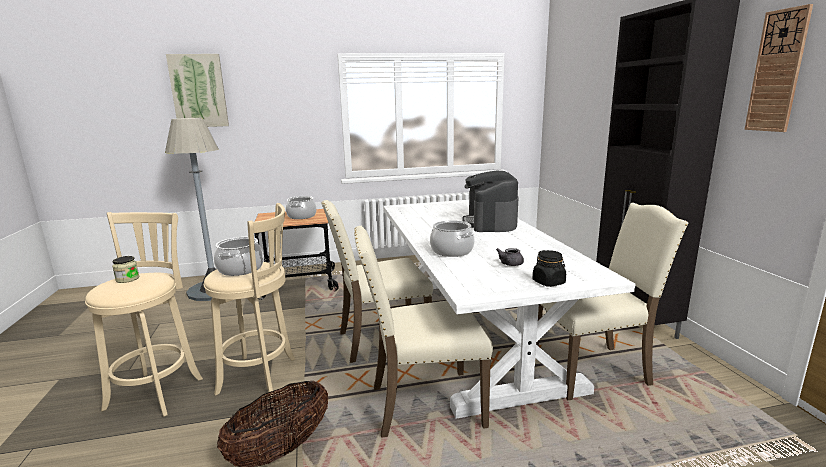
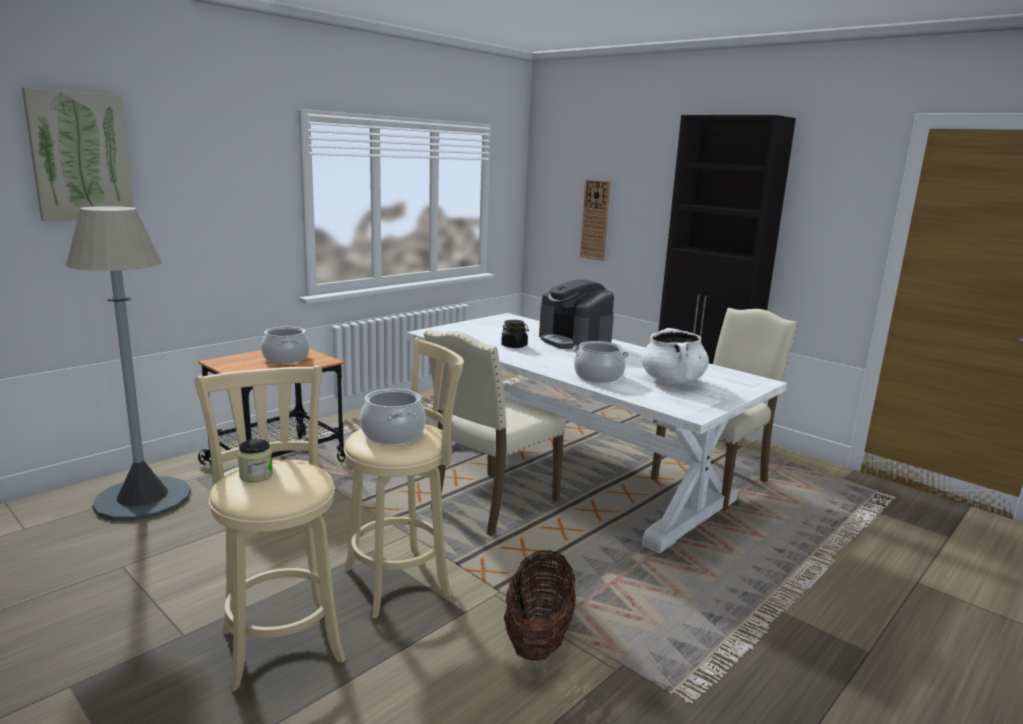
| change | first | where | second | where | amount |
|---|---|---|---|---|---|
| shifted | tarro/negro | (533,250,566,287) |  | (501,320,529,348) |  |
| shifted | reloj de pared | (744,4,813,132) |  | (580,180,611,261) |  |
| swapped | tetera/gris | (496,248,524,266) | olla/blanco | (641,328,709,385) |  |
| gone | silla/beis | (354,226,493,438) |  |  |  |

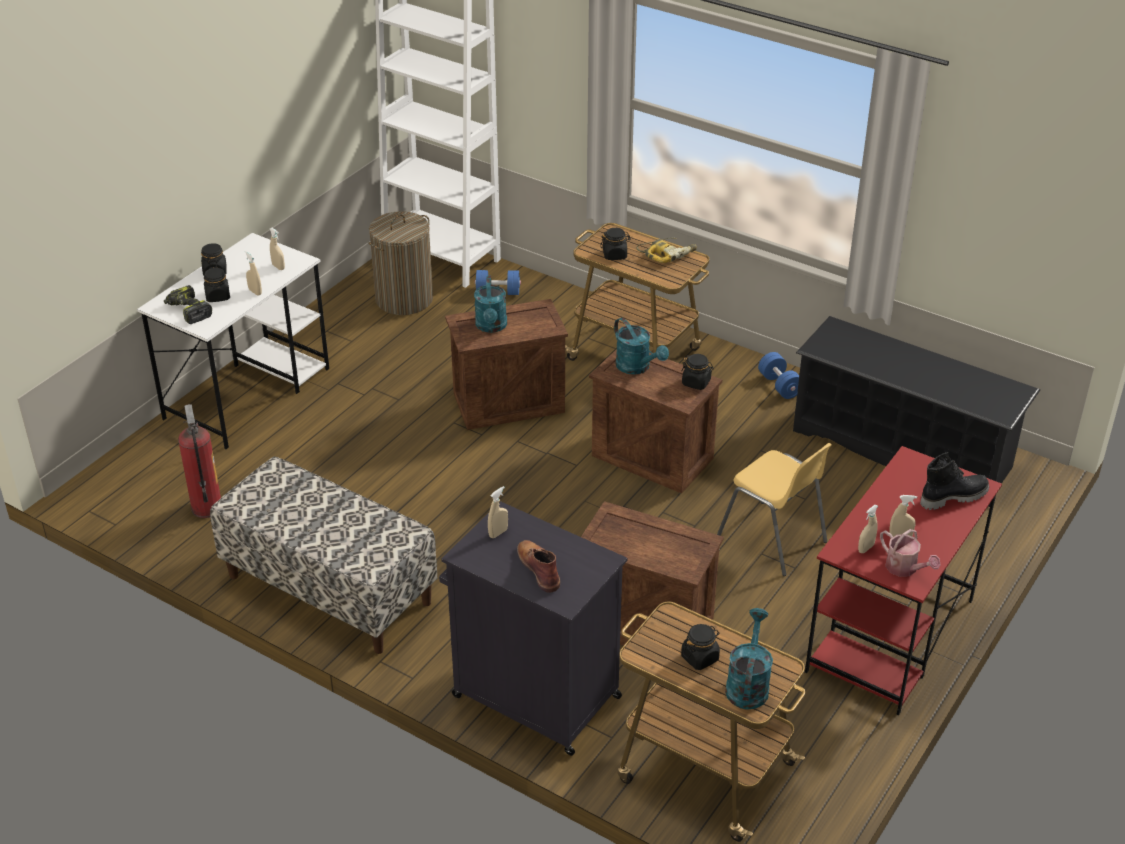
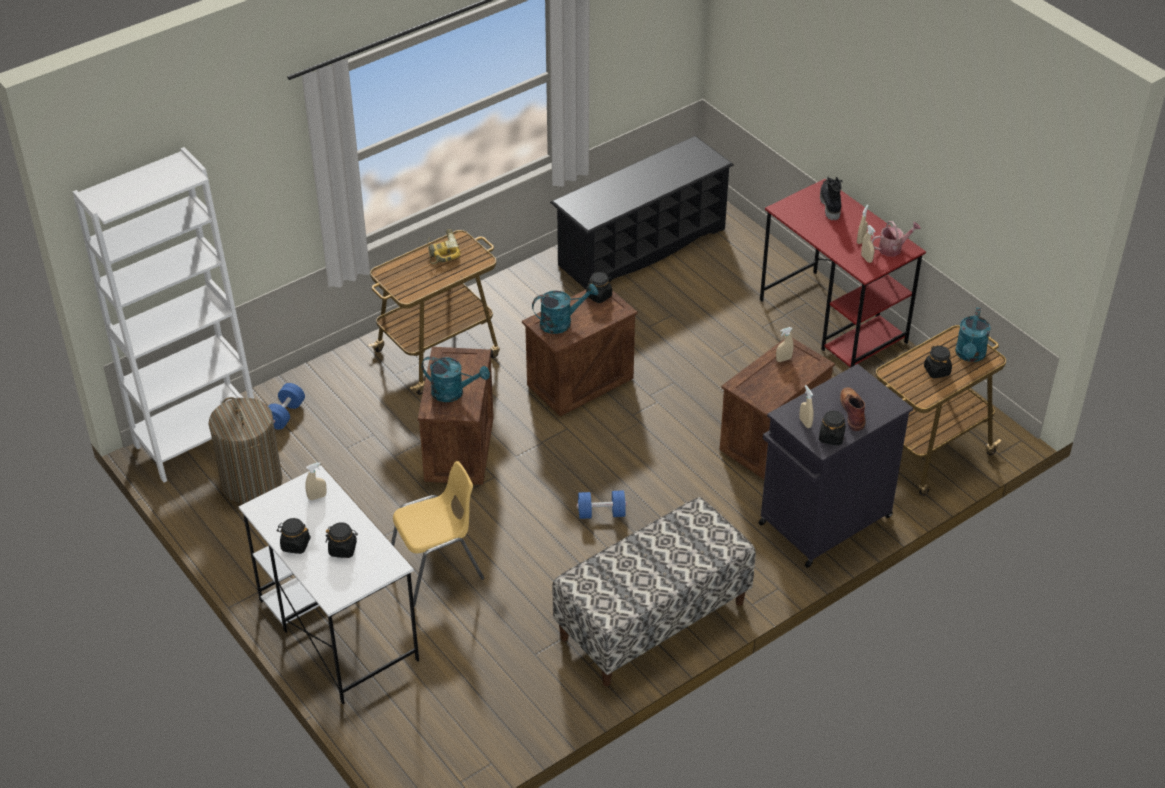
| change | first | where | second | where | amount |
|---|---|---|---|---|---|
| shifted | silla/amarillo | (717,443,832,576) |  | (391,461,484,607) |  |
| shifted | mancuerna/azul | (758,352,799,399) |  | (577,490,627,519) |  |
| shifted | pulverizador/beis | (245,251,262,296) |  | (776,327,794,362) |  |
| shifted | tarro/negro | (600,228,631,260) |  | (819,410,846,445) |  |
| rotated | bota/marrón | (517,540,560,593) |  | (840,387,865,431) | 90 degrees clockwise |
| rotated | regadera/turquesa | (725,608,773,710) |  | (955,307,991,362) | 105 degrees counterclockwise |
| gone | taladro | (164,285,212,324) |  |  |  |
| gone | extintor | (178,404,221,518) |  |  |  |

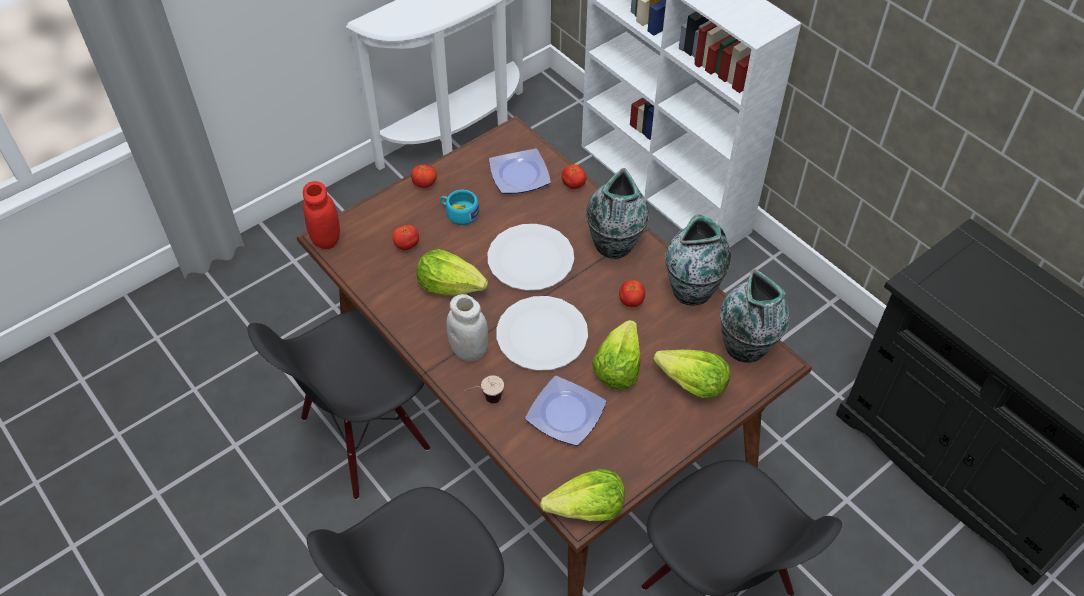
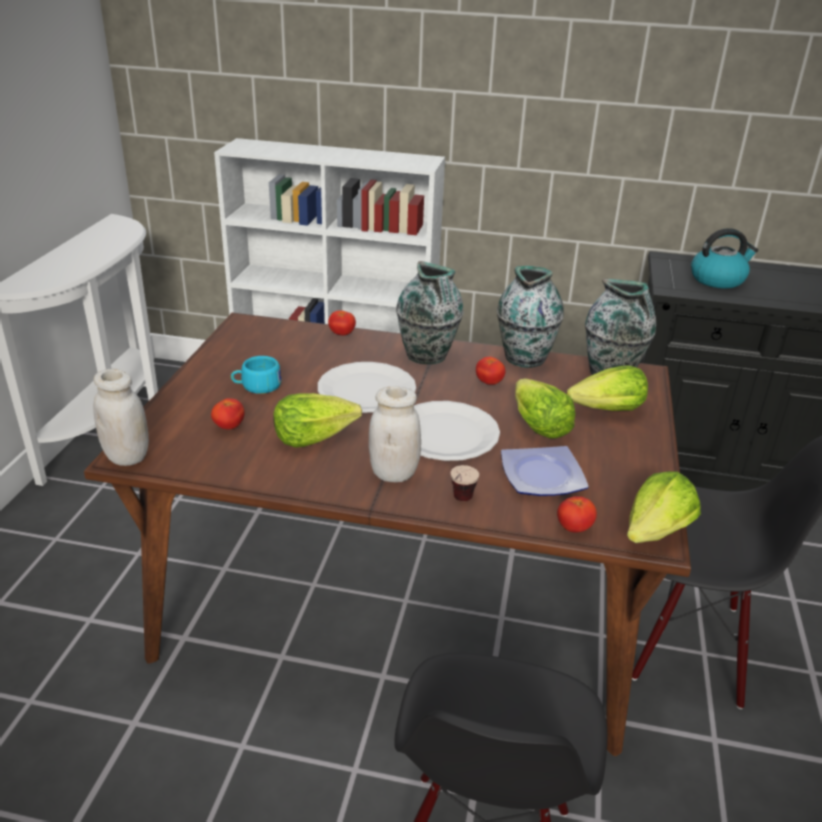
| change | first | where | second | where | amount |
|---|---|---|---|---|---|
| repainted | tarro/rojo | (303,181,340,249) | tarro/blanco | (93,368,149,466) |  |
| shifted | tomate | (411,164,437,188) |  | (557,496,597,533) |  |
| new |  |  | hervidor | (691,228,758,289) |  |
| gone | silla/negro | (247,309,430,500) |  |  |  |
| gone | plato | (489,149,551,194) |  |  |  |

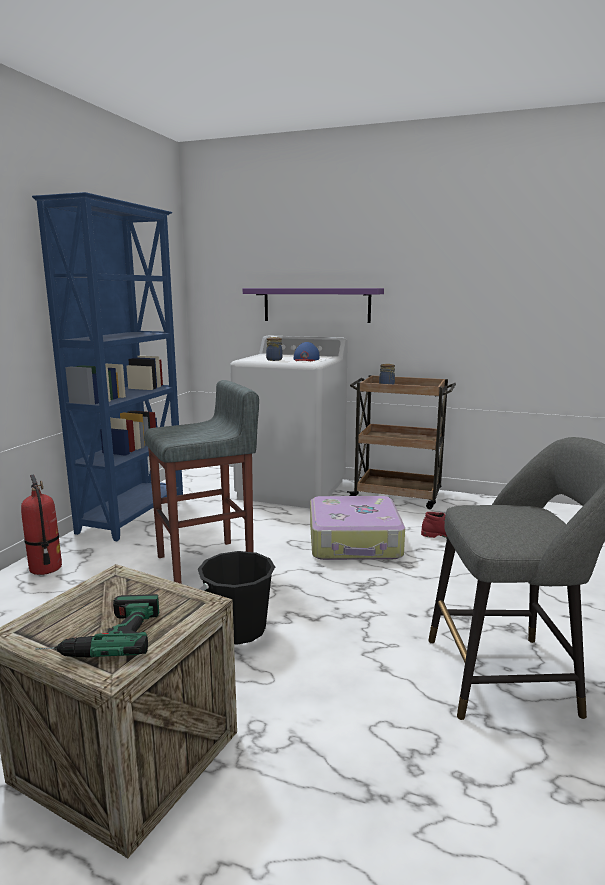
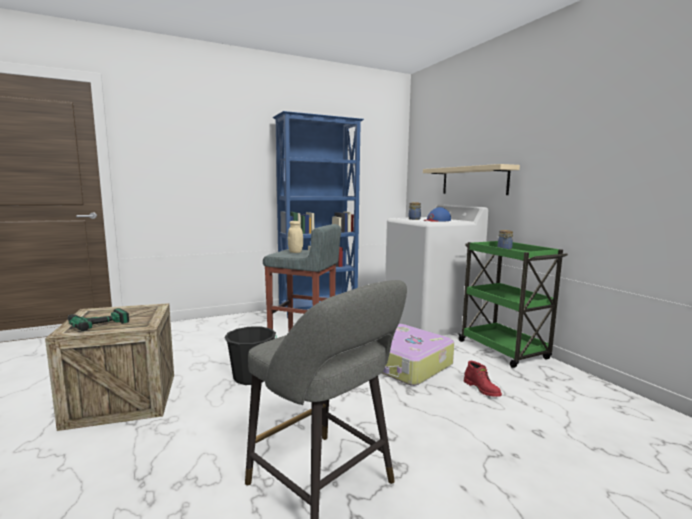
| change | first | where | second | where | amount |
|---|---|---|---|---|---|
| new |  |  | tarro/beis | (288,221,303,253) |  |
| repainted | estante/morado | (243,288,384,323) | estante/beis | (423,164,520,195) |  |
| repainted | carrito/marrón | (347,375,456,509) | carrito/verde | (458,241,568,368) |  |
| gone | extintor | (21,475,62,575) |  |  |  |

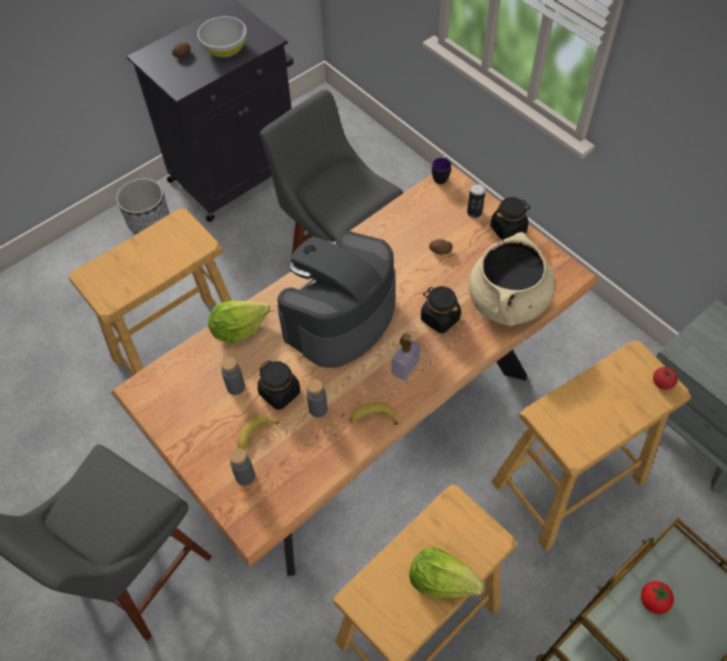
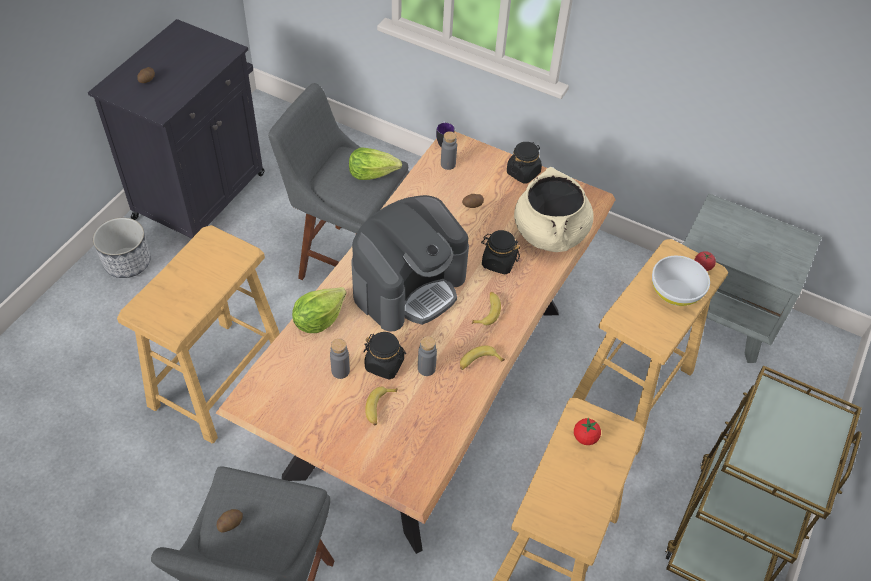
| change | first | where | second | where | amount |
|---|---|---|---|---|---|
| new |  |  | patata | (217,509,243,533) |  |
| shifted | lechuga | (409,547,484,598) |  | (349,147,402,180) |  |
| rotated | cafetera | (277,231,395,368) |  | (351,195,469,332) | 150 degrees counterclockwise |
| shifted | botella/gris | (230,448,255,486) |  | (441,131,457,170) |  |
| swapped | dispensador de jabón | (391,333,420,381) | plátano | (472,292,501,325) |  |
| shifted | tomate | (641,581,674,614) |  | (574,418,601,445) |  |
| shifted | cuenco/blanco | (197,16,247,57) |  | (652,256,710,306) |  |
| gone | lata | (467,183,485,218) |  |  |  |

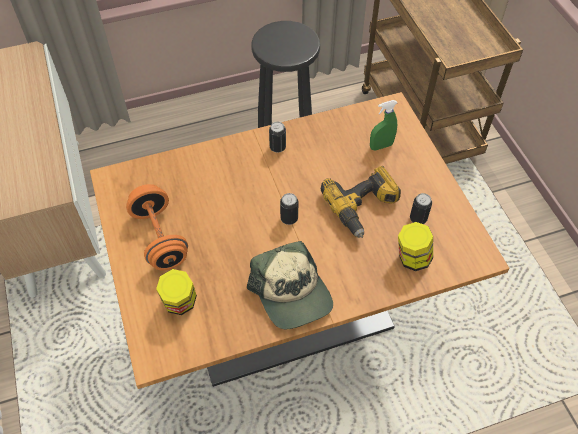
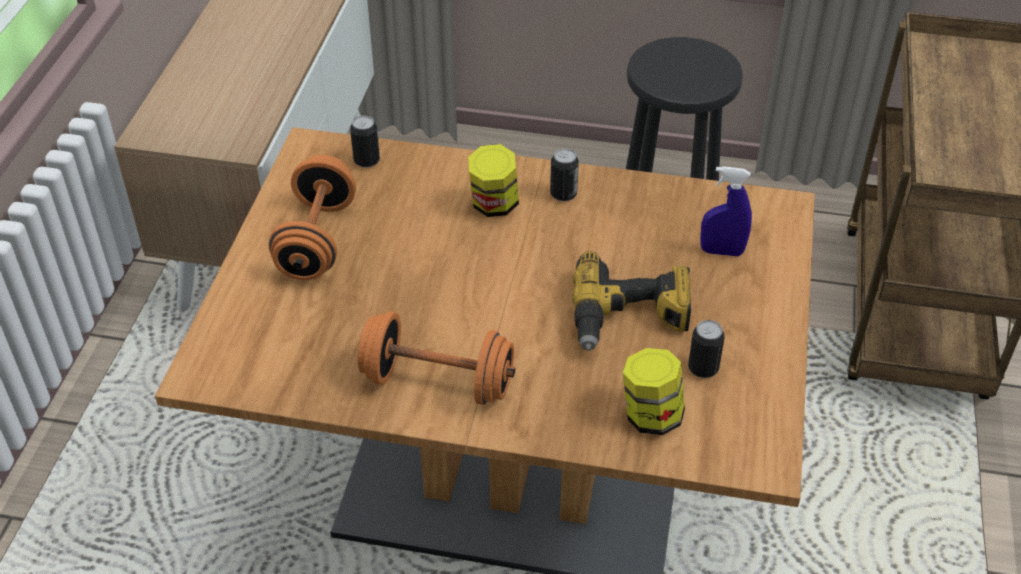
| change | first | where | second | where | amount |
|---|---|---|---|---|---|
| shifted | lata | (280,193,298,225) |  | (350,116,380,168) |  |
| swapped | gorra | (247,241,333,329) | mancuerna/naranja | (357,311,515,405) |  |
| shifted | tarro | (156,269,197,315) |  | (468,144,519,217) |  |
| repainted | pulverizador/verde | (370,100,397,151) | pulverizador/azul | (700,166,752,256) |  |

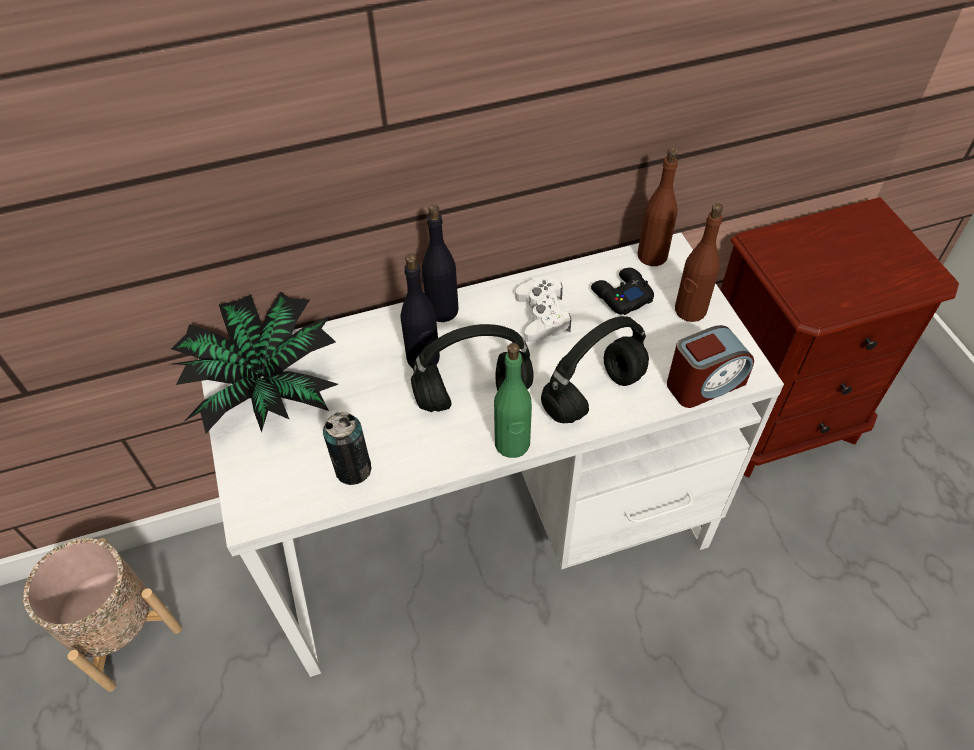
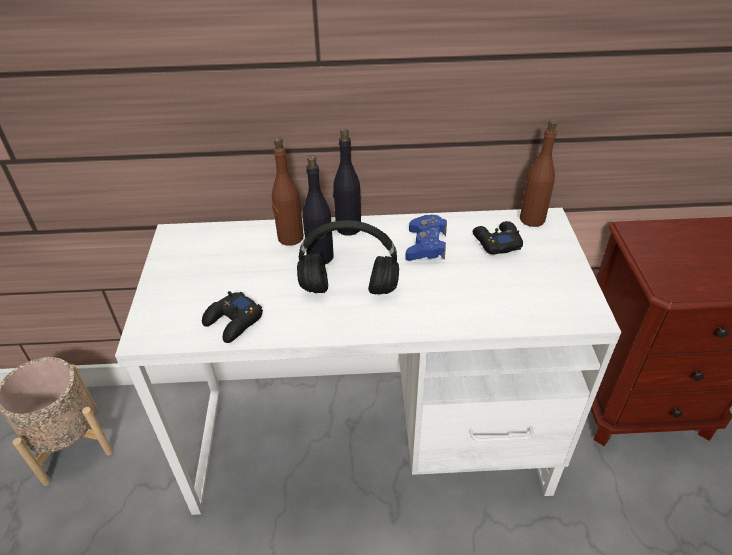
| change | first | where | second | where | amount |
|---|---|---|---|---|---|
| swapped | lata | (323,412,371,485) | mando de consola/negro | (202,291,263,343) |  |
| shifted | botella/marrón | (675,203,723,322) |  | (272,137,304,246) |  |
| repainted | mando de consola/blanco | (515,277,571,342) | mando de consola/azul | (405,215,447,260) |  |
| gone | planta en maceta | (171,292,338,433) |  |  |  |
| gone | botella/verde | (494,343,532,458) |  |  |  |
| gone | auriculares/negro | (541,316,649,423) |  |  |  |
| gone | despertador | (667,325,754,408) |  |  |  |

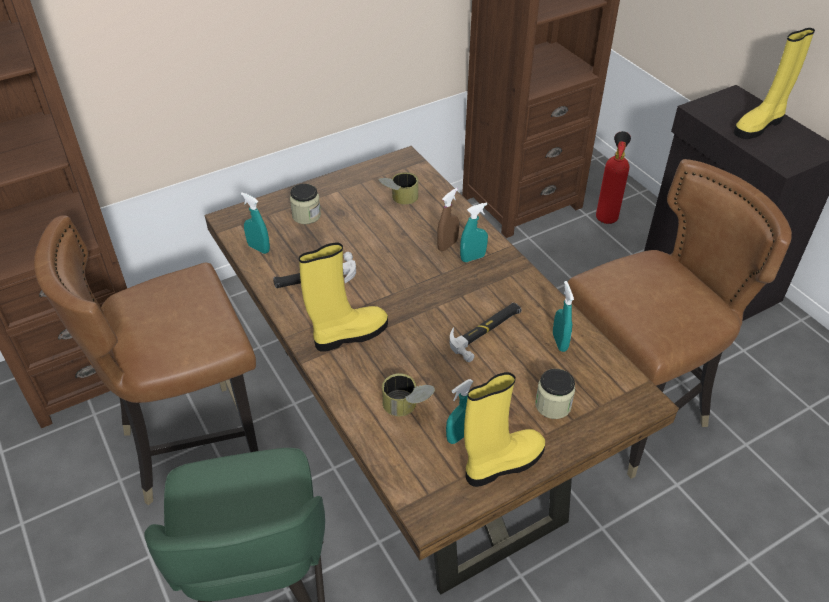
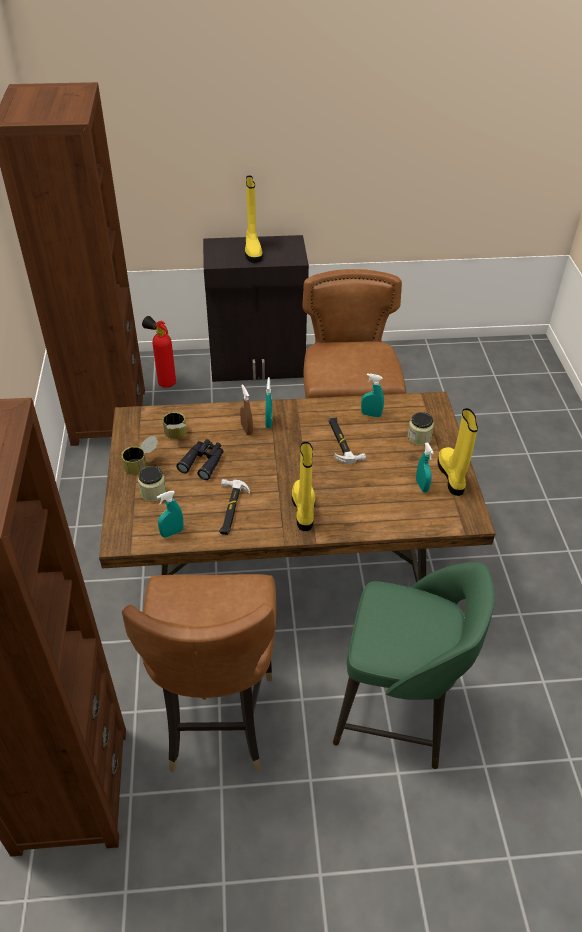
| change | first | where | second | where | amount |
|---|---|---|---|---|---|
| shifted | lata | (382,373,435,416) |  | (121,436,158,475) |  |
| new |  |  | prismáticos/negro | (176,439,224,480) |  |

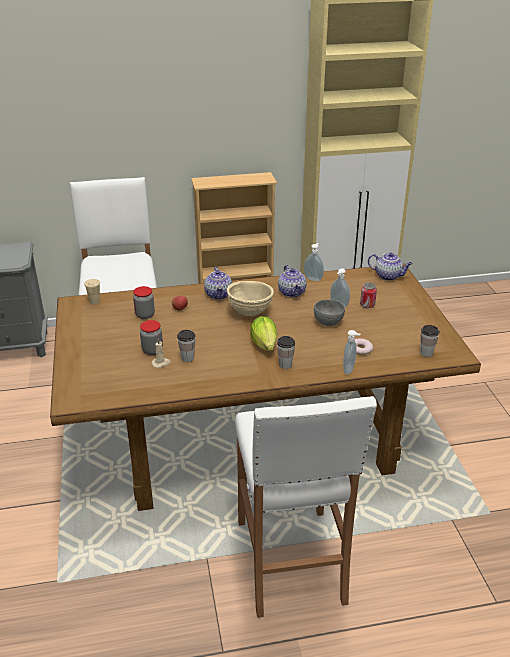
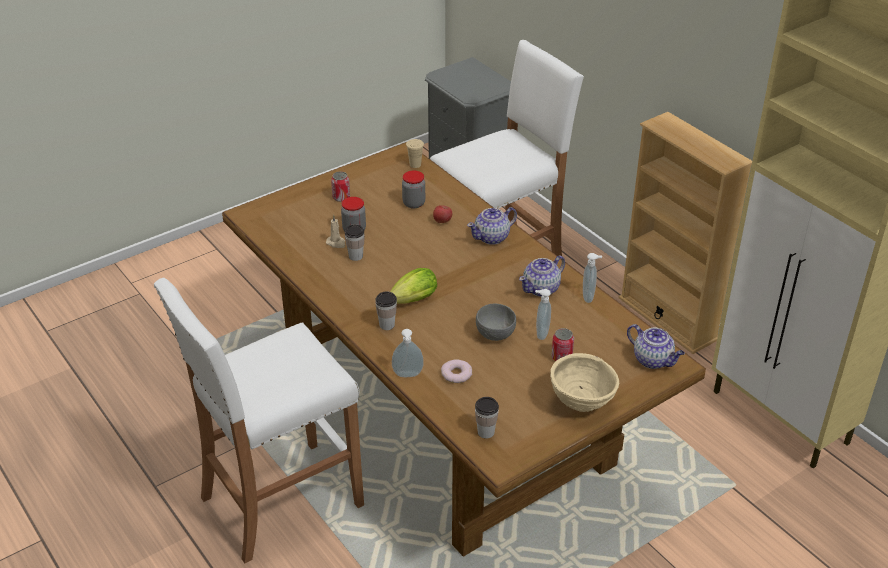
| change | first | where | second | where | amount |
|---|---|---|---|---|---|
| new |  |  | lata | (331,171,350,202) |  |
| shifted | cuenco/beis | (227,281,274,316) |  | (550,353,619,412) |  |
| rotated | tetera | (368,253,413,281) |  | (627,324,685,369) | 45 degrees counterclockwise |

